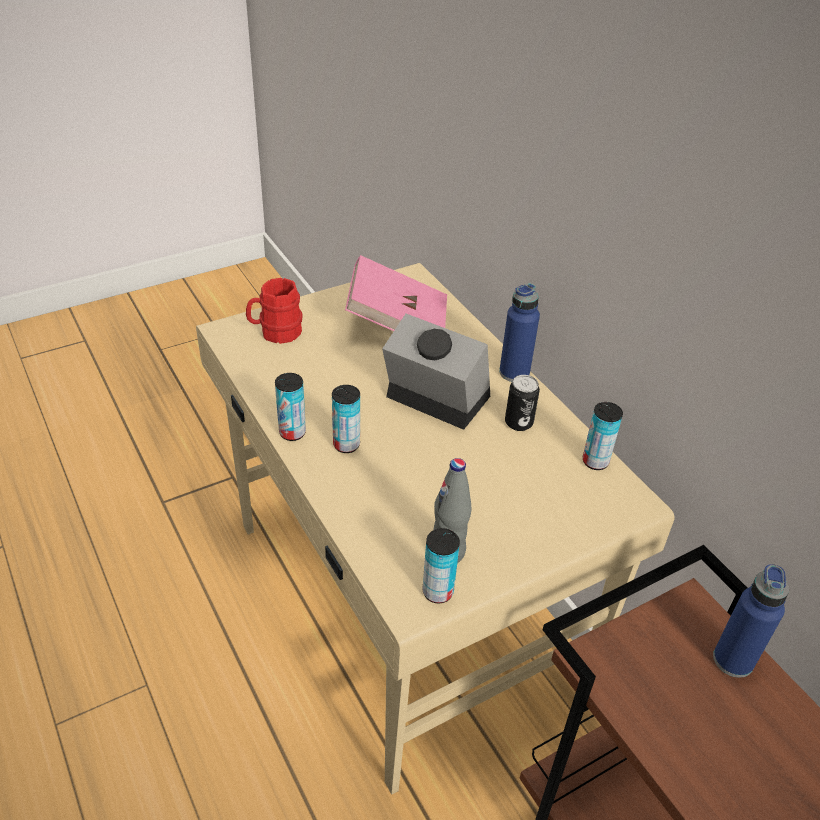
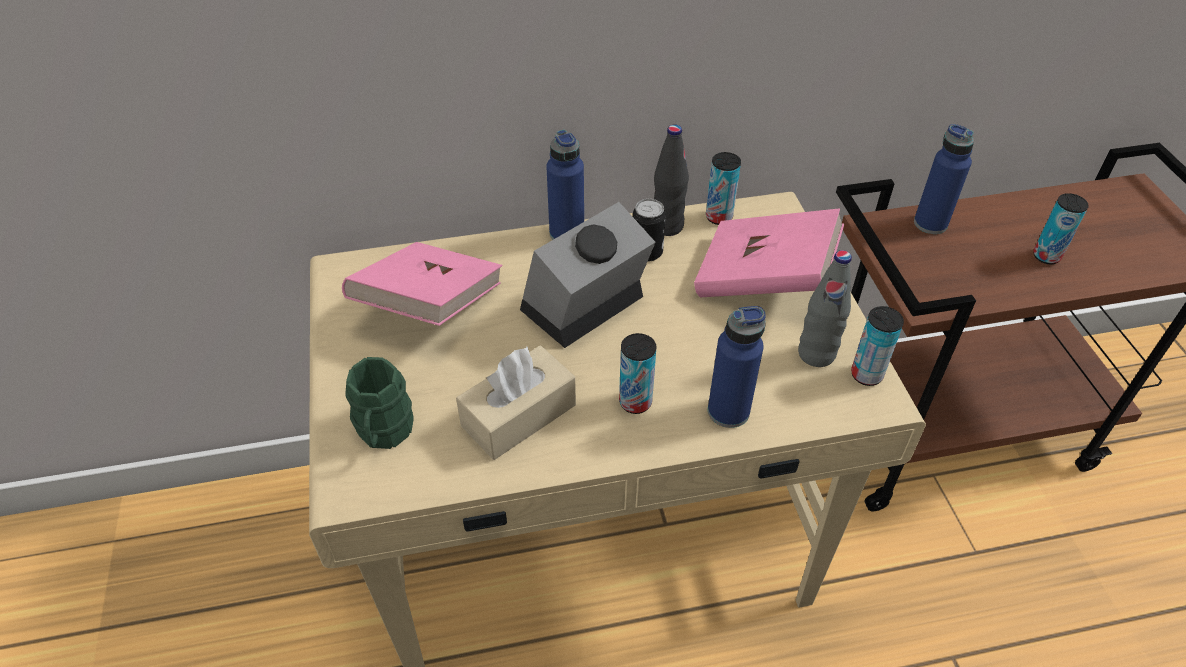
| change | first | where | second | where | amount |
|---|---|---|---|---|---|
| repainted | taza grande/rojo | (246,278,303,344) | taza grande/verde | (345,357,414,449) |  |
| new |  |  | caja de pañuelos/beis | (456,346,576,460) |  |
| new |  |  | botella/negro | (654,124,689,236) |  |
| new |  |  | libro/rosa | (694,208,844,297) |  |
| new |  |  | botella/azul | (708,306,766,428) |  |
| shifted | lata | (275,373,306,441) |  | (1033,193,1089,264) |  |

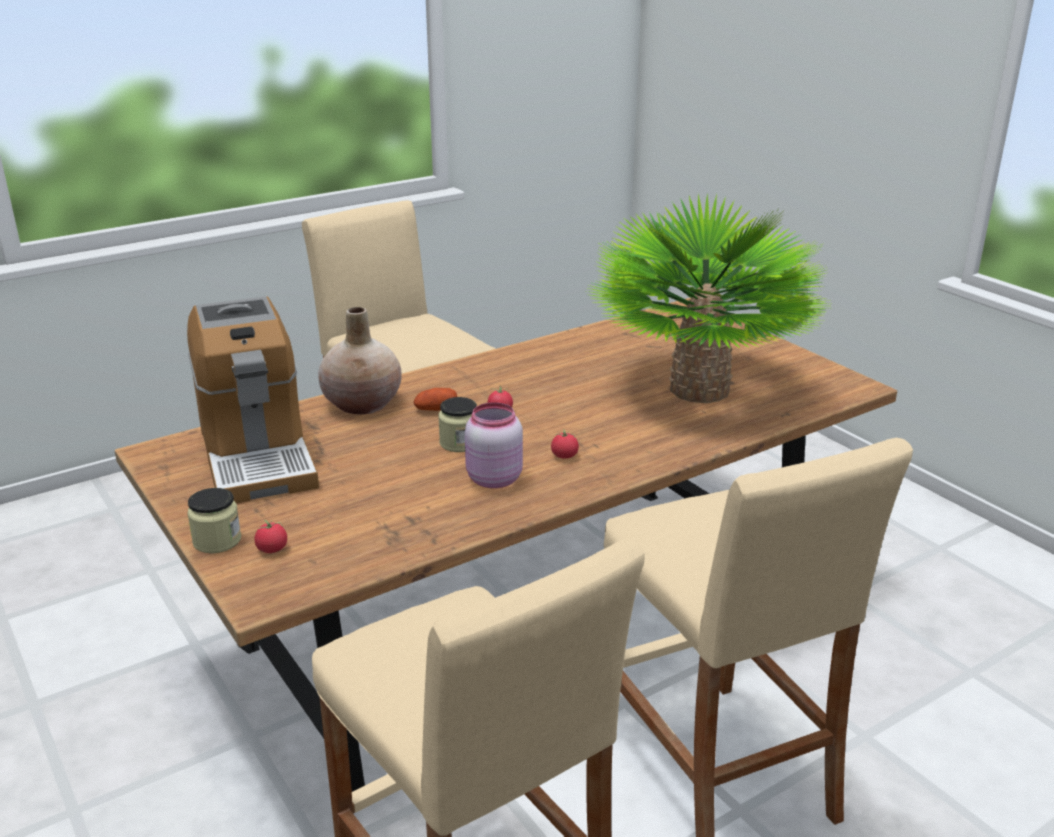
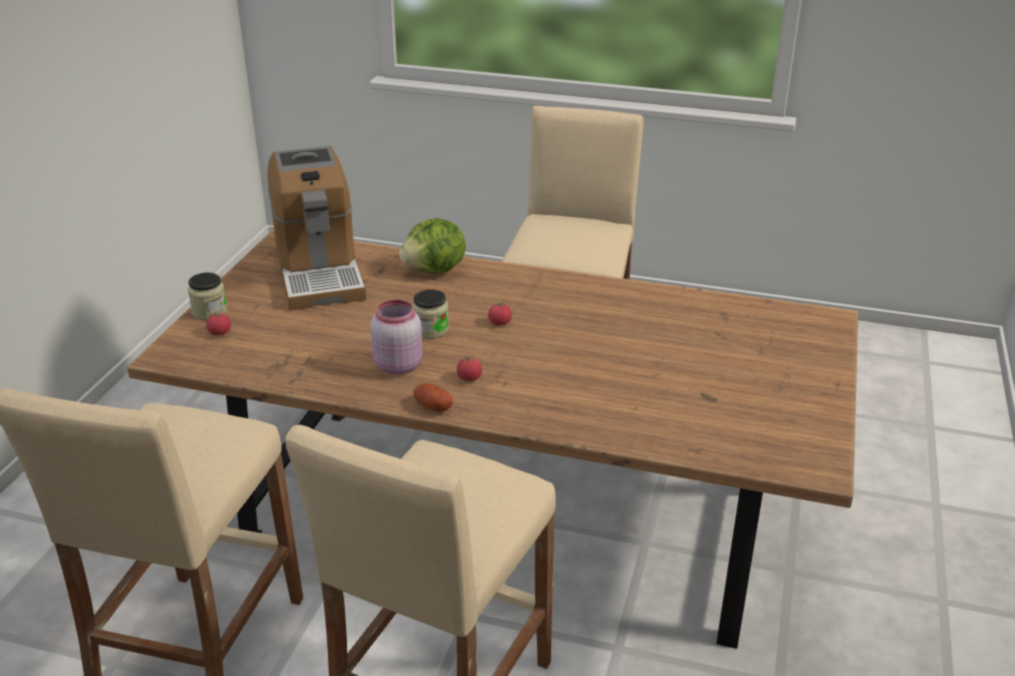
| change | first | where | second | where | amount |
|---|---|---|---|---|---|
| rotated | cafetera | (187,296,319,504) |  | (268,146,366,310) | 45 degrees counterclockwise |
| swapped | florero/beis | (318,307,402,414) | lechuga | (399,218,466,273) |  |
| shifted | patata | (414,388,457,411) |  | (413,383,452,412) |  |
| gone | planta en maceta | (587,194,830,403) |  |  |  |

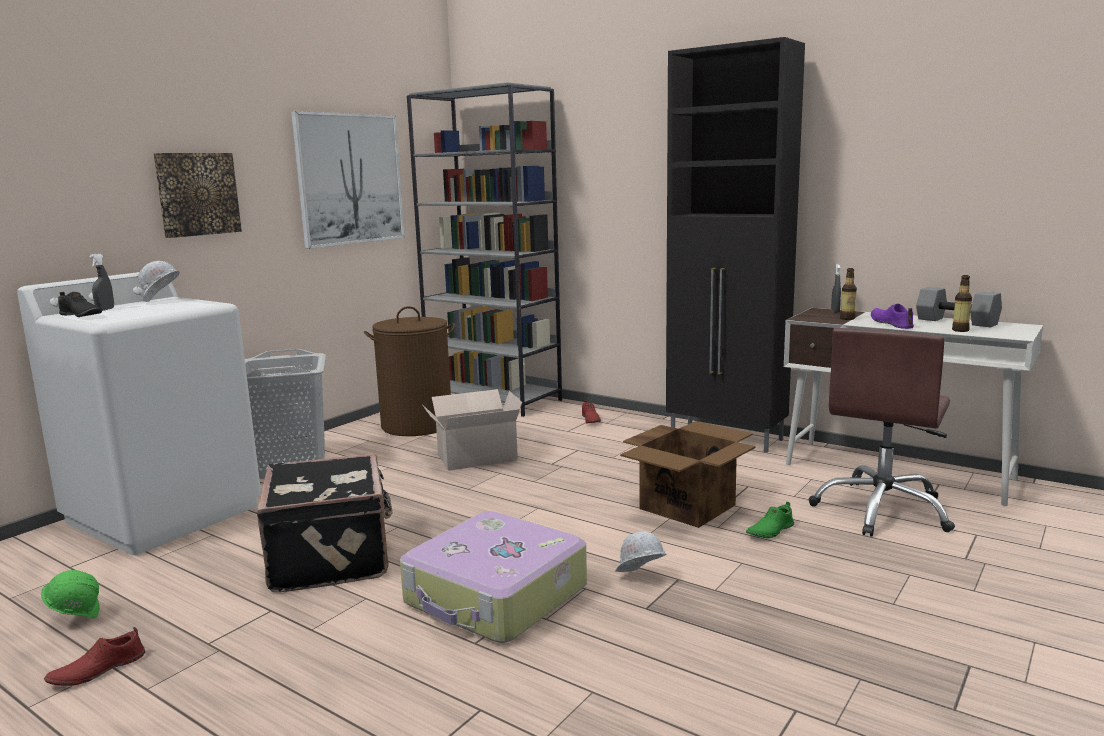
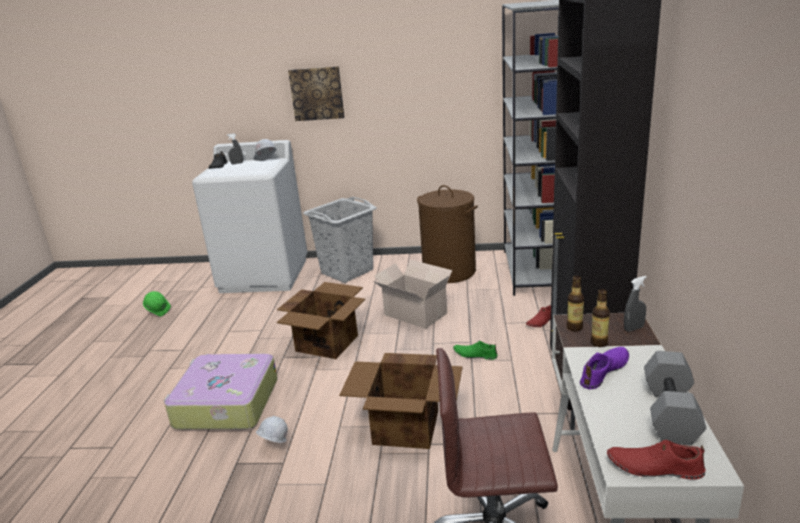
| change | first | where | second | where | amount |
|---|---|---|---|---|---|
| new |  |  | caja de cartón | (277,282,365,359) |  |
| shifted | zapato/verde | (746,502,794,538) |  | (453,341,497,360) |  |
| shifted | botella | (952,275,972,332) |  | (566,276,584,331) |  |
| shifted | zapato/rojo | (44,627,145,686) |  | (607,439,705,480) |  |
| gone | maleta/negro | (257,453,393,592) |  |  |  |
| gone | cuadro | (291,111,405,249) |  |  |  |

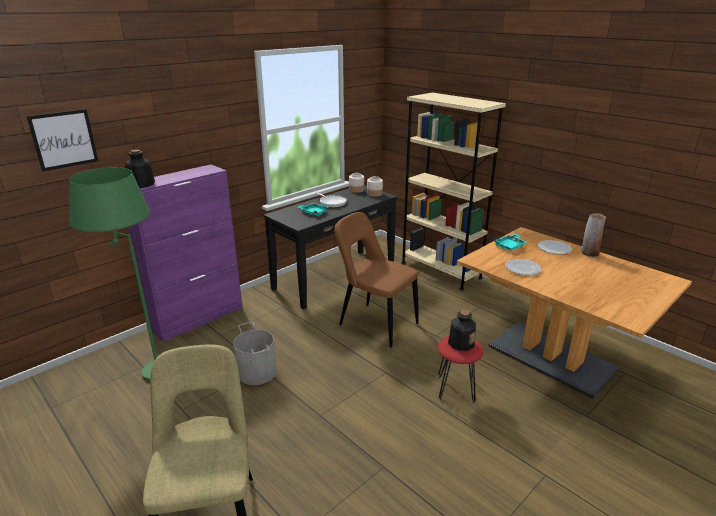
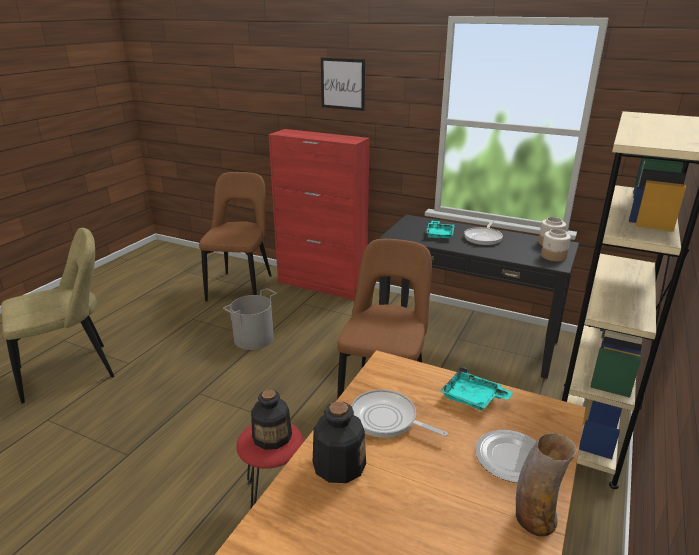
| change | first | where | second | where | amount |
|---|---|---|---|---|---|
| swapped | lámpara de pie/verde | (69,167,157,382) | silla/marrón | (199,172,272,301) |  |
| repainted | armario/morado | (128,164,243,342) | armario/rojo | (268,129,370,300) |  |
| shifted | botella | (125,149,155,188) |  | (313,401,366,483) |  |
| shifted | cuadro | (26,109,98,172) |  | (321,57,365,111) |  |
| swapped | plato | (506,259,542,275) | sartén | (351,389,448,438) |  |

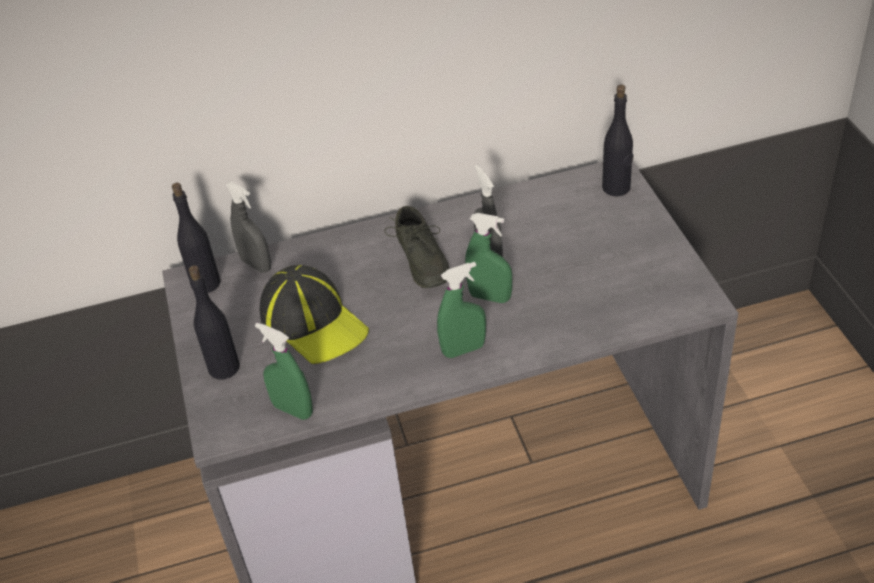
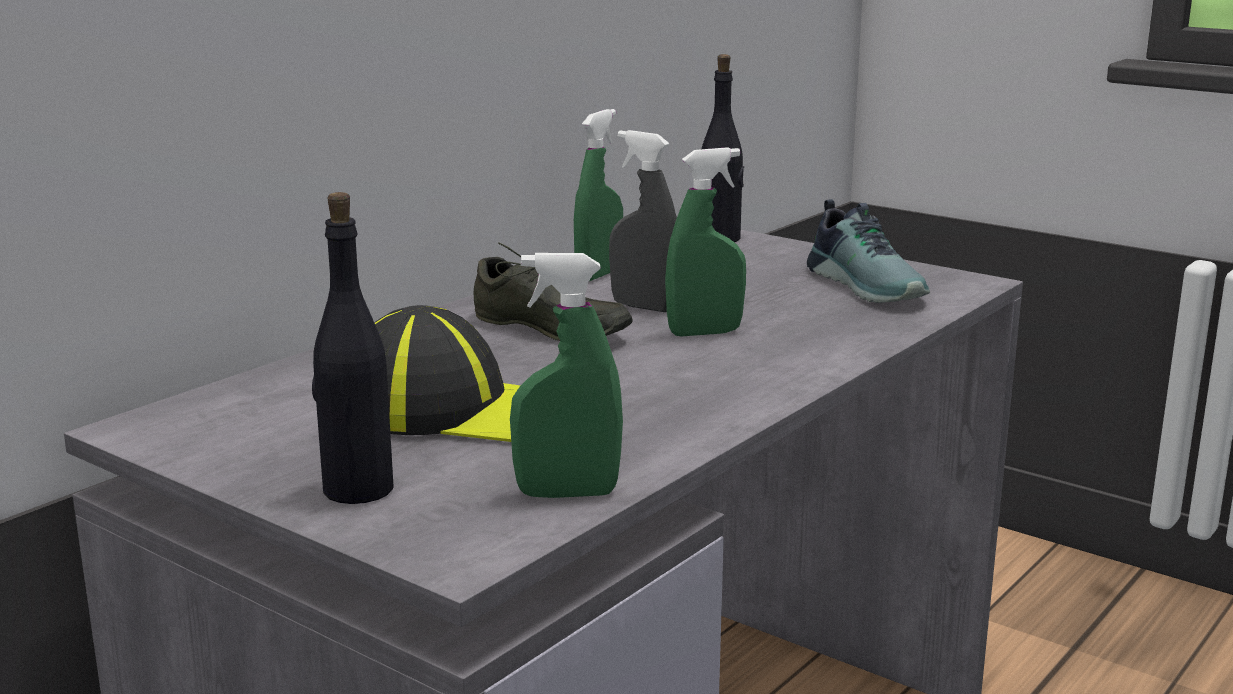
| change | first | where | second | where | amount |
|---|---|---|---|---|---|
| shifted | pulverizador/verde | (437,262,486,358) |  | (574,109,623,281) |  |
| new |  |  | zapato | (807,199,930,303) |  |
| gone | botella/negro | (172,183,221,293) |  |  |  |
| gone | pulverizador/gris | (226,181,271,273) |  |  |  |

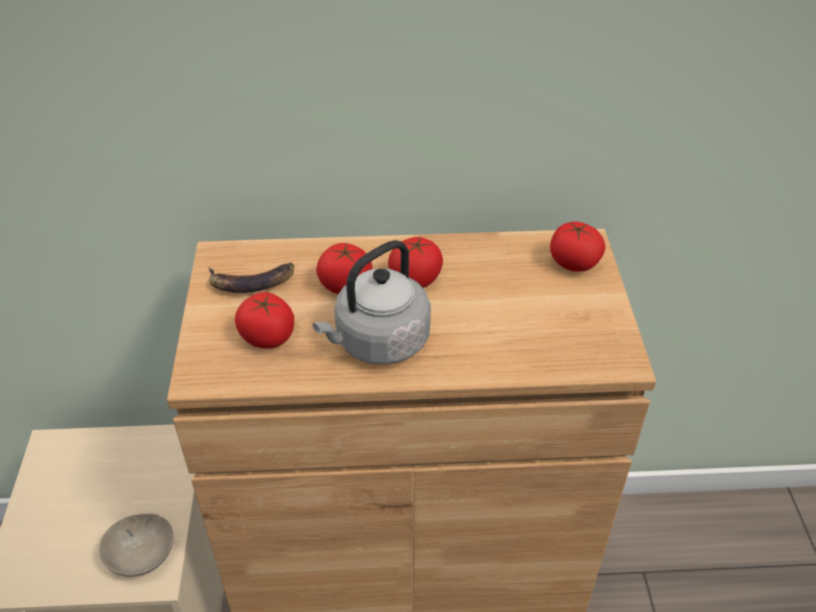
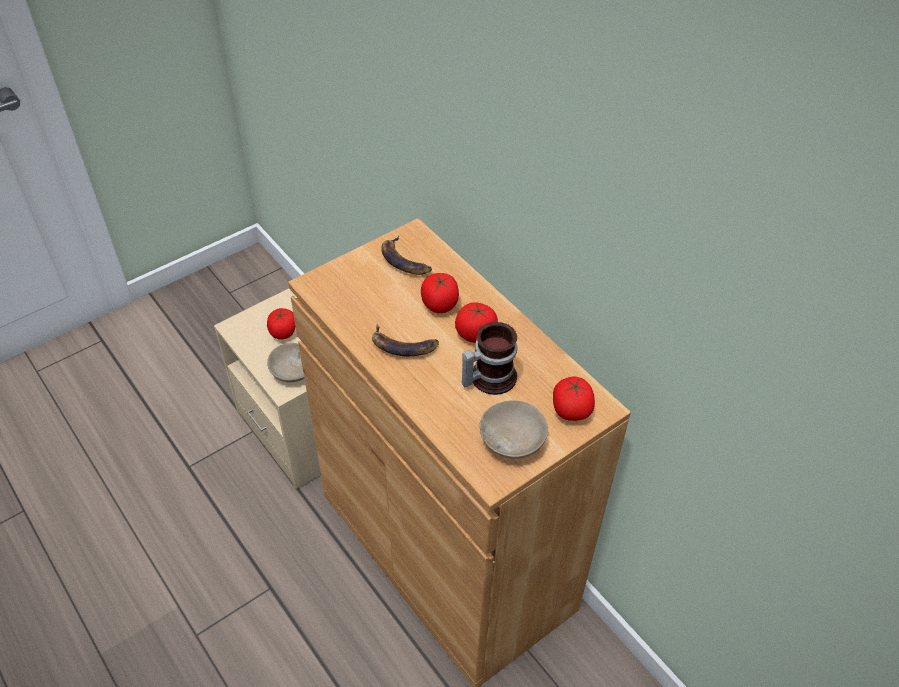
| change | first | where | second | where | amount |
|---|---|---|---|---|---|
| shifted | tomate | (235,292,294,349) |  | (267,308,296,340) |  |
| swapped | hervidor/gris | (313,240,431,365) | plátano | (372,324,439,356) |  |
| new |  |  | taza grande | (462,322,517,395) |  |
| new |  |  | cuenco/beis | (480,401,548,459) |  |

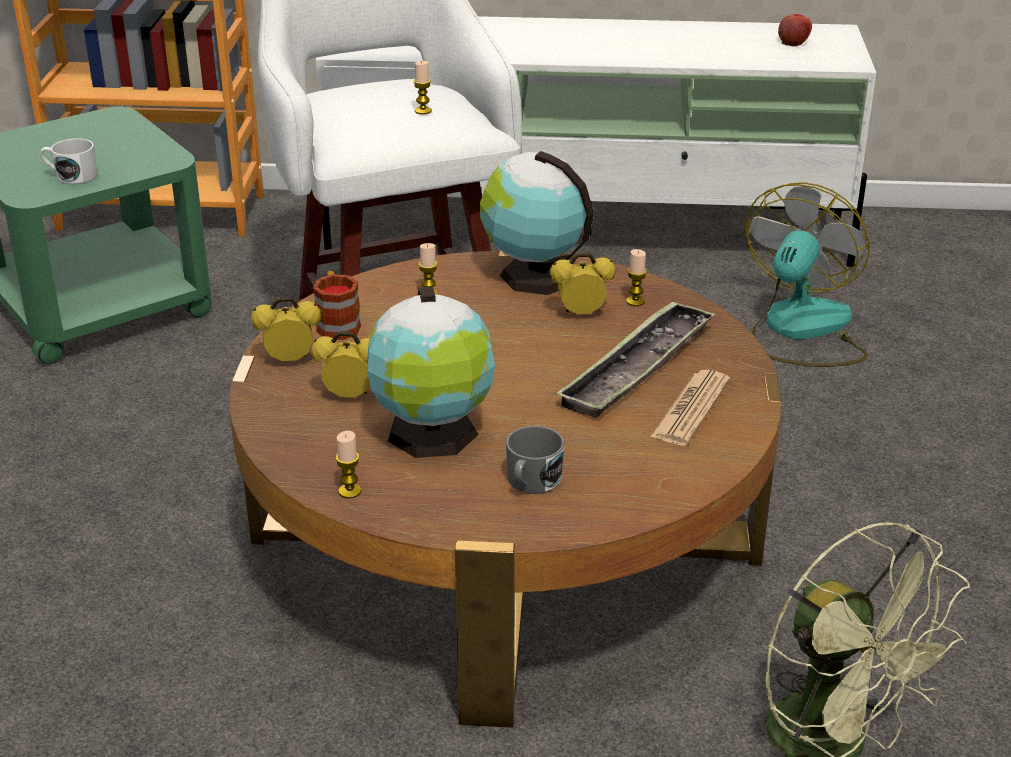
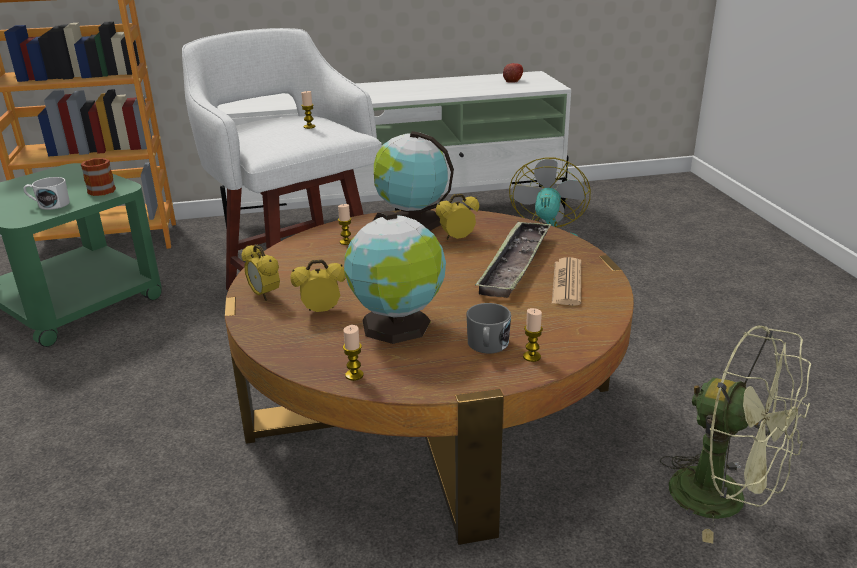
| change | first | where | second | where | amount |
|---|---|---|---|---|---|
| shifted | taza grande | (313,271,361,340) |  | (81,158,116,196) |  |
| rotated | despertador | (251,297,321,361) |  | (242,244,280,301) | 105 degrees counterclockwise |
| shifted | vela | (626,249,647,306) |  | (523,308,543,362) |  |

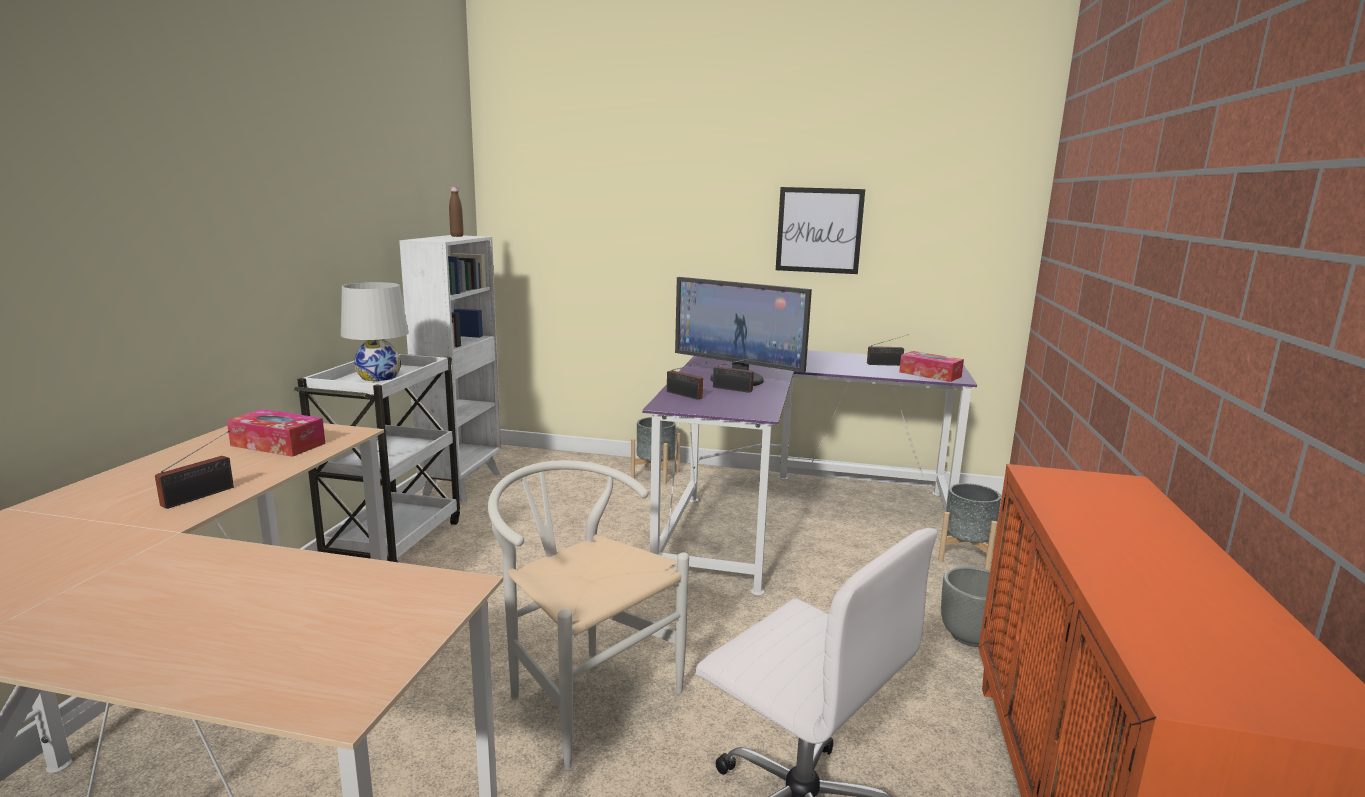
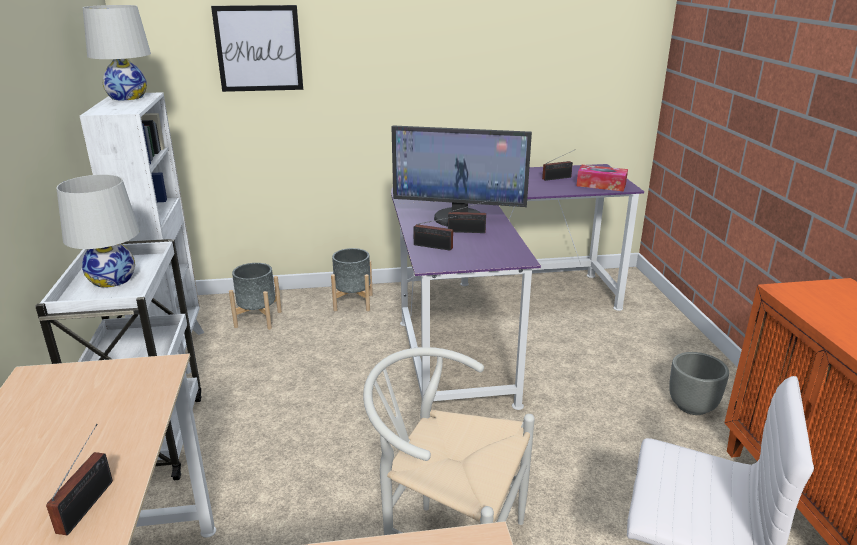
| change | first | where | second | where | amount |
|---|---|---|---|---|---|
| swapped | botella/marrón | (449,187,464,237) | lámpara de mesa/blanco | (83,5,151,100) |  |
| shifted | cuadro | (776,187,865,274) |  | (211,5,303,92) |  |
| shifted | maceta/gris | (938,483,1001,570) |  | (229,263,282,330) |  |
| gone | caja de pañuelos | (227,409,325,457) |  |  |  |

